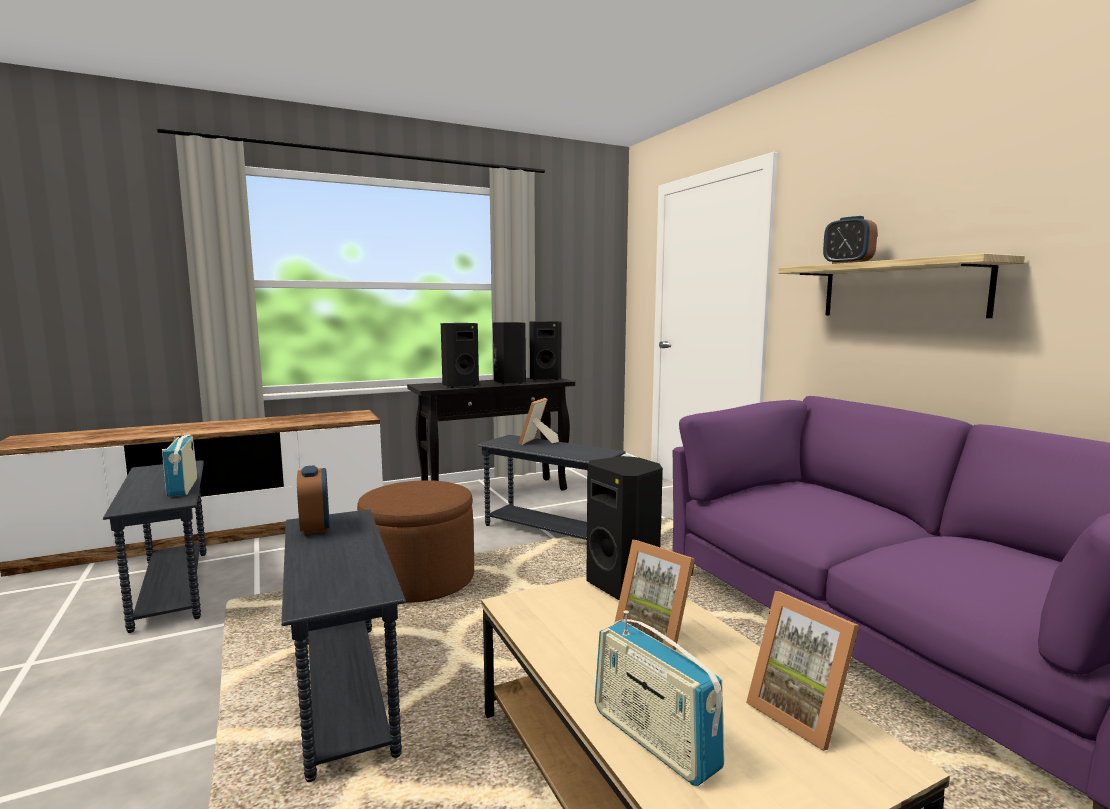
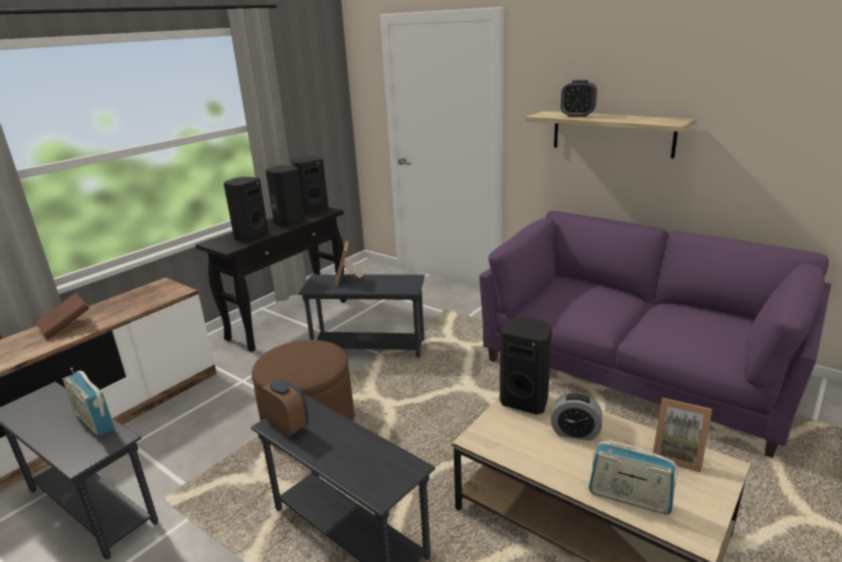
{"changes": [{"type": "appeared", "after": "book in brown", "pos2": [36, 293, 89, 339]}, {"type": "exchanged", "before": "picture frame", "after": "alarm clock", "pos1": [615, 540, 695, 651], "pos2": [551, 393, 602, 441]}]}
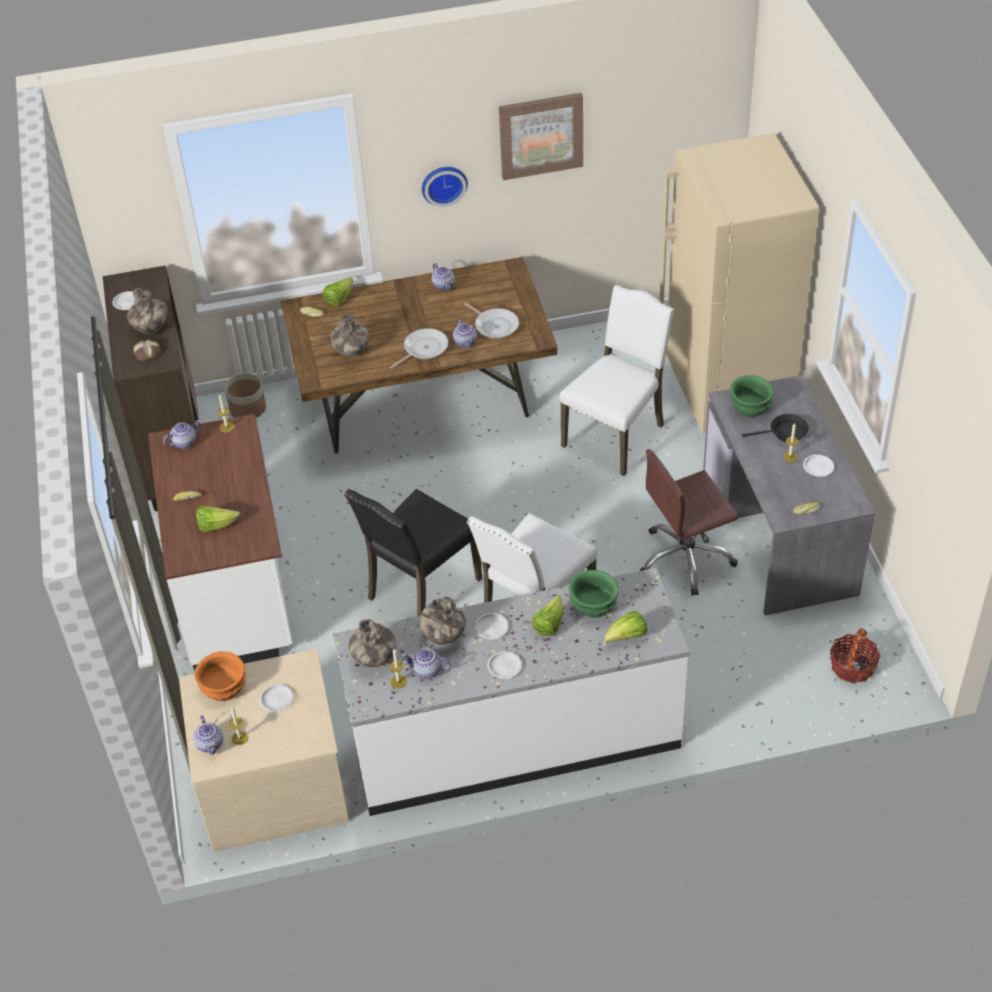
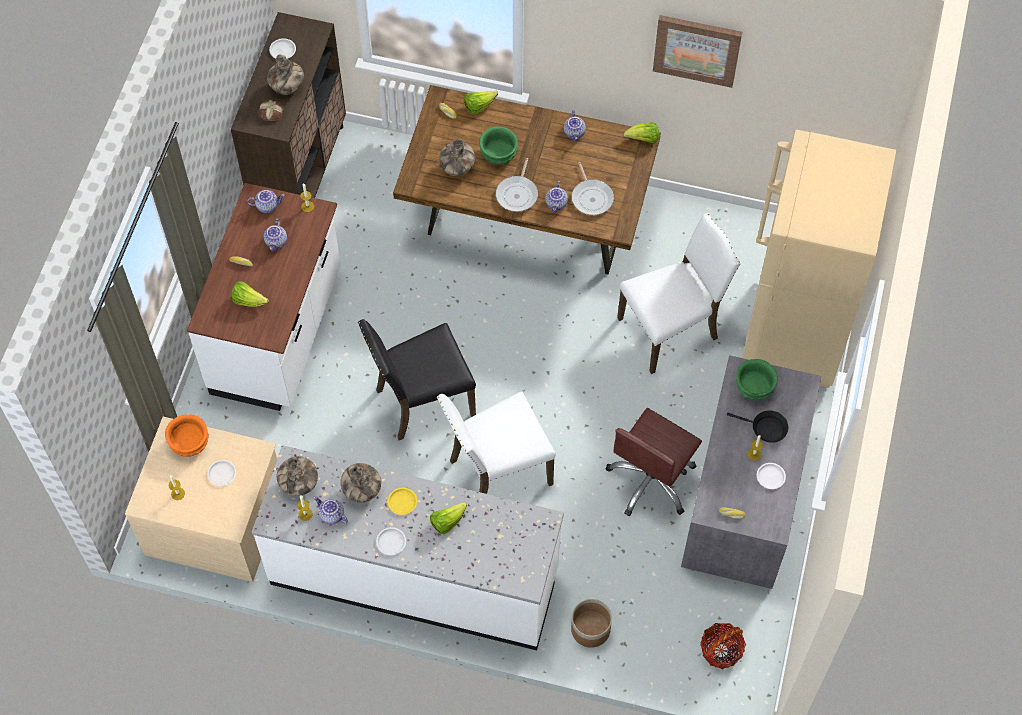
{"changes": [{"type": "missing", "before": "wall clock", "pos1": [422, 167, 468, 207]}, {"type": "relocated", "before": "teapot", "pos1": [193, 715, 223, 755], "pos2": [264, 218, 287, 251]}, {"type": "relocated", "before": "planter", "pos1": [225, 373, 266, 418], "pos2": [571, 599, 612, 648]}, {"type": "relocated", "before": "bowl in green", "pos1": [569, 570, 618, 618], "pos2": [479, 126, 518, 165]}, {"type": "relocated", "before": "lettuce", "pos1": [604, 611, 647, 643], "pos2": [623, 122, 659, 143]}, {"type": "colour", "before": "plate in white", "after": "plate in yellow", "pos1": [475, 613, 509, 639], "pos2": [388, 488, 417, 515]}, {"type": "spun", "before": "frying pan", "pos1": [390, 328, 448, 369], "pos2": [496, 158, 538, 212], "turn": 120}, {"type": "spun", "before": "office chair in brown", "pos1": [640, 449, 738, 596], "pos2": [606, 408, 702, 516], "turn": -60}]}
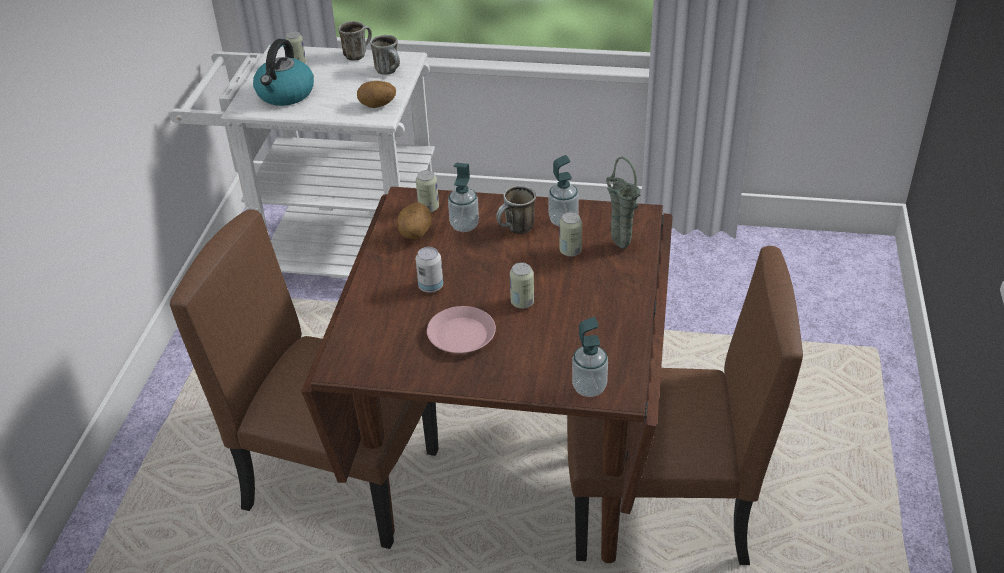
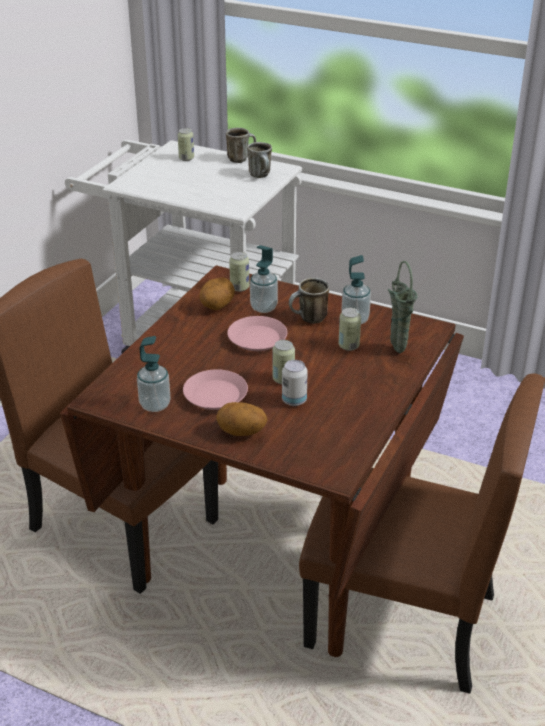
{"changes": [{"type": "missing", "before": "kettle", "pos1": [253, 39, 314, 106]}, {"type": "appeared", "after": "plate in pink", "pos2": [227, 316, 287, 351]}, {"type": "relocated", "before": "potato", "pos1": [357, 81, 396, 108], "pos2": [216, 402, 268, 436]}, {"type": "relocated", "before": "can", "pos1": [416, 247, 443, 293], "pos2": [282, 360, 308, 406]}, {"type": "relocated", "before": "soap dispenser", "pos1": [572, 317, 608, 397], "pos2": [137, 336, 170, 412]}]}
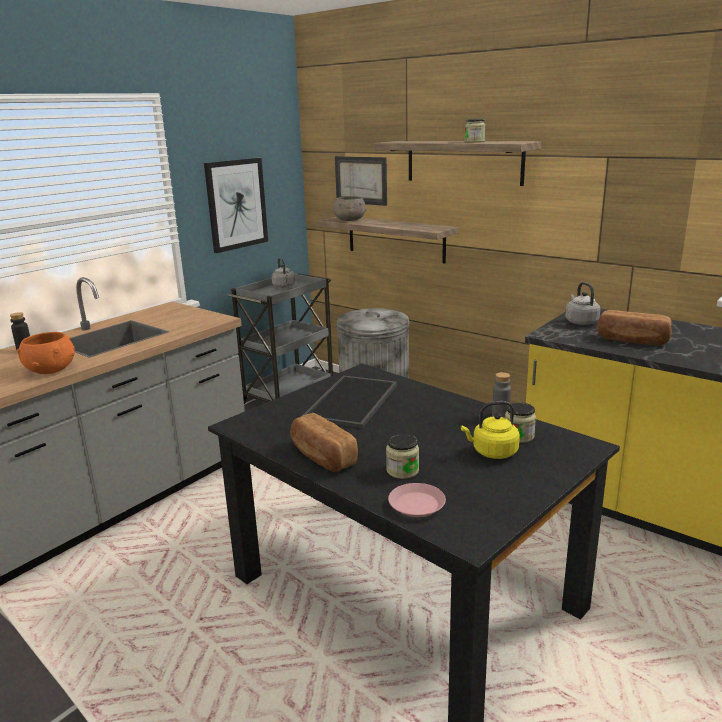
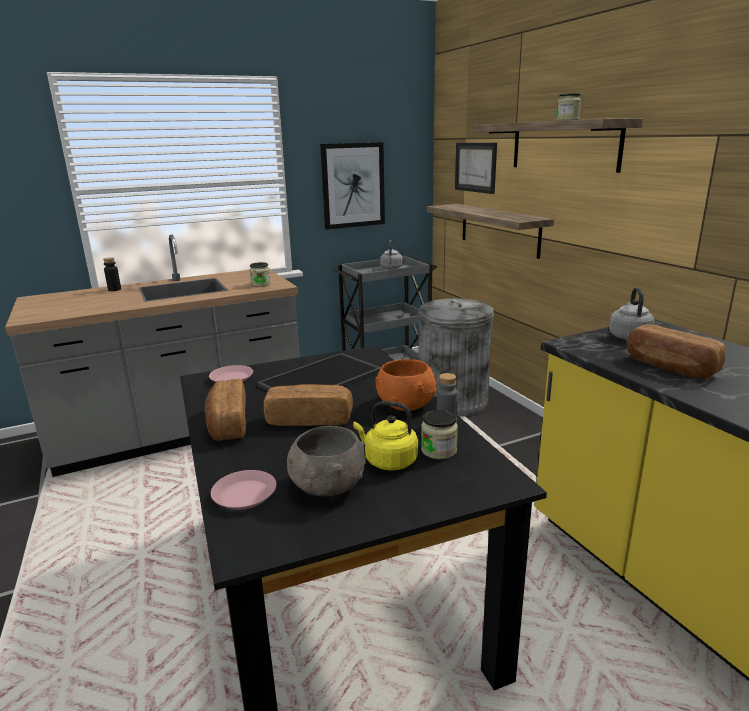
{"changes": [{"type": "appeared", "after": "plate in pink", "pos2": [209, 365, 253, 382]}, {"type": "appeared", "after": "bread", "pos2": [264, 384, 353, 426]}, {"type": "relocated", "before": "bowl in orange", "pos1": [17, 332, 75, 374], "pos2": [375, 359, 437, 411]}, {"type": "relocated", "before": "bowl in grey", "pos1": [332, 196, 367, 221], "pos2": [287, 426, 366, 496]}, {"type": "relocated", "before": "jar", "pos1": [386, 434, 419, 479], "pos2": [249, 262, 271, 287]}]}
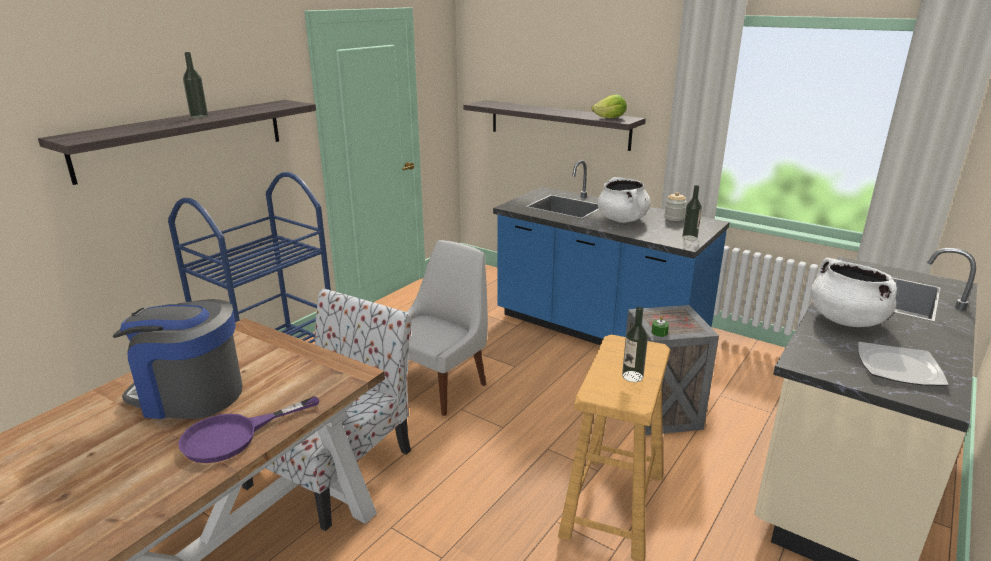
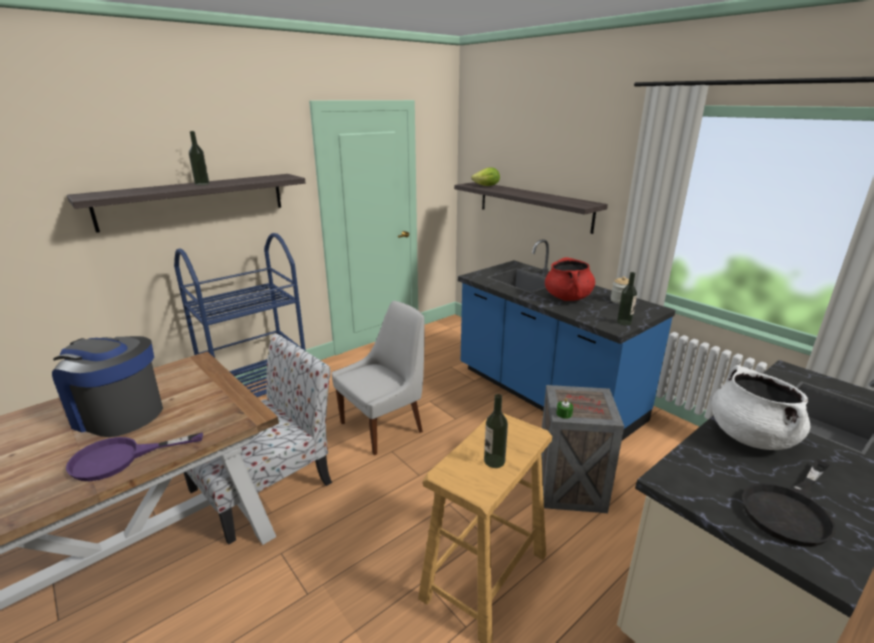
{"changes": [{"type": "relocated", "before": "lettuce", "pos1": [592, 95, 627, 118], "pos2": [471, 167, 500, 186]}, {"type": "exchanged", "before": "plate", "after": "frying pan in black", "pos1": [858, 342, 948, 386], "pos2": [742, 459, 836, 547]}, {"type": "colour", "before": "cooking pot in white", "after": "cooking pot in red", "pos1": [597, 177, 650, 223], "pos2": [545, 257, 595, 301]}]}
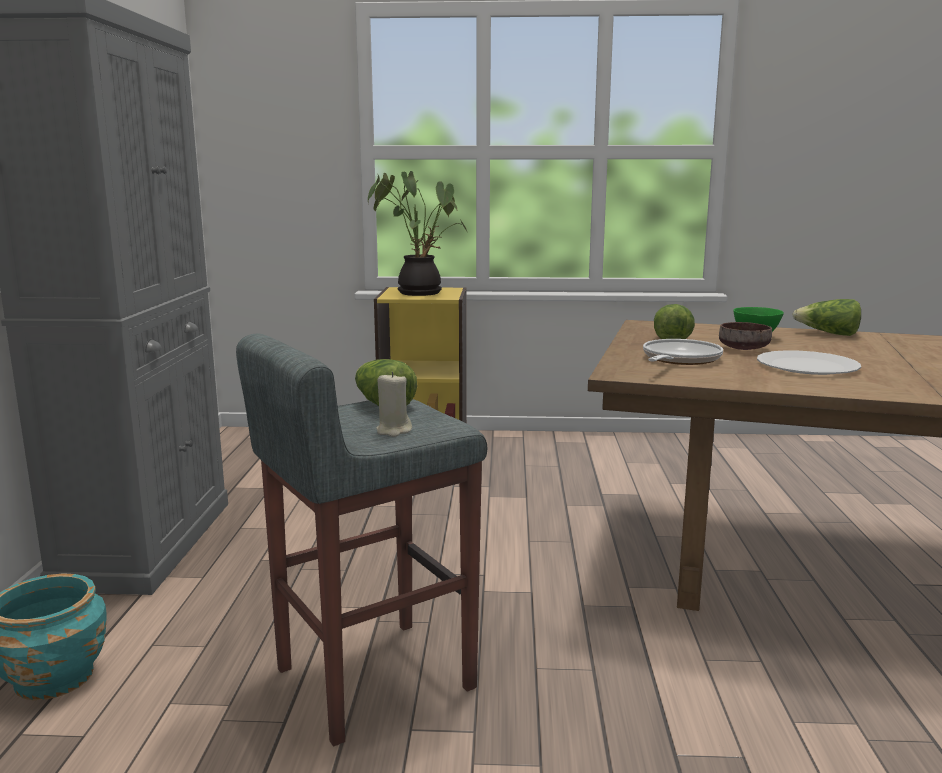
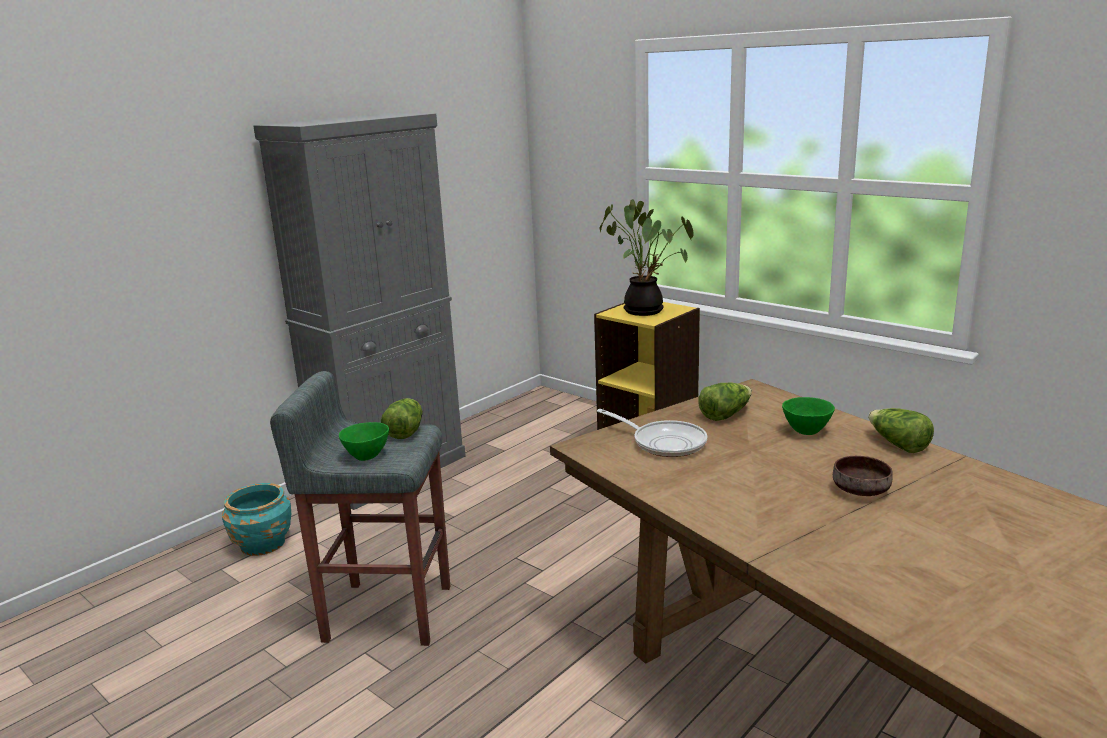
{"changes": [{"type": "missing", "before": "plate in white", "pos1": [757, 350, 861, 375]}, {"type": "relocated", "before": "bowl in brown", "pos1": [719, 322, 772, 350], "pos2": [833, 456, 893, 496]}, {"type": "exchanged", "before": "candle in beige", "after": "bowl in green", "pos1": [376, 372, 412, 437], "pos2": [339, 422, 389, 461]}, {"type": "spun", "before": "frying pan", "pos1": [643, 339, 723, 365], "pos2": [597, 409, 707, 457], "turn": 60}]}
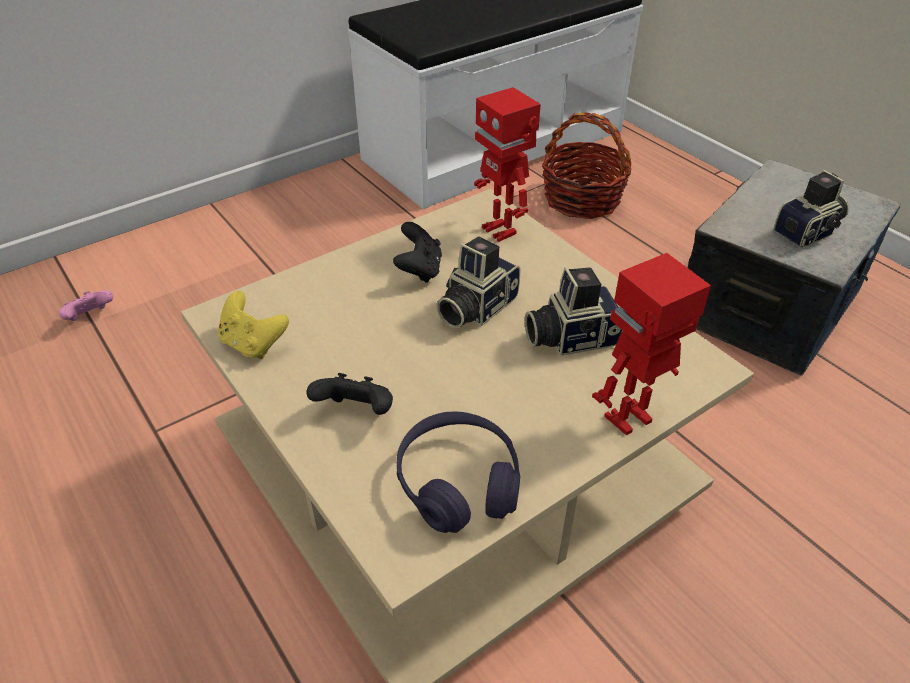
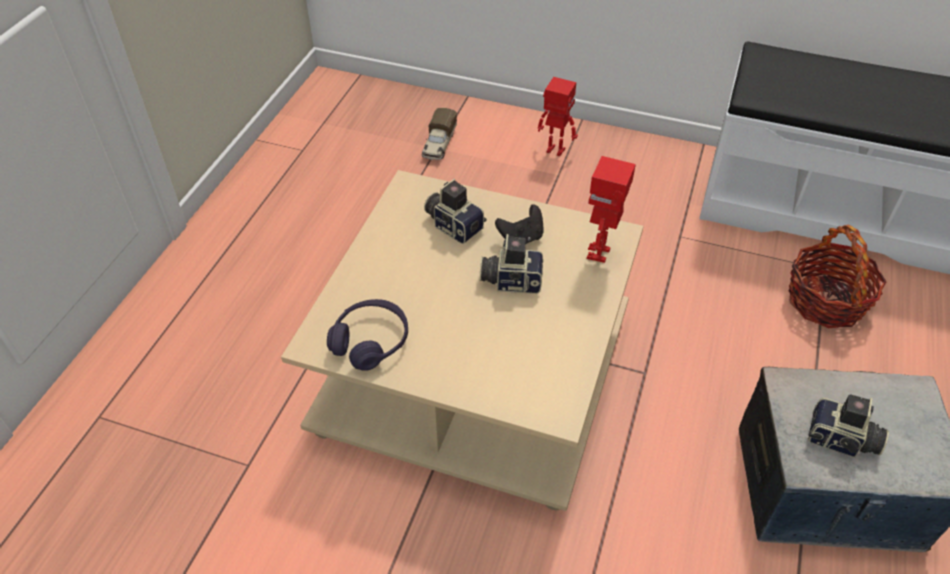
{"changes": [{"type": "missing", "before": "game controller in yellow", "pos1": [218, 291, 289, 359]}, {"type": "missing", "before": "game controller in black", "pos1": [306, 373, 393, 415]}, {"type": "relocated", "before": "photo camera", "pos1": [524, 267, 623, 356], "pos2": [424, 179, 486, 244]}, {"type": "relocated", "before": "toy robot", "pos1": [592, 253, 711, 435], "pos2": [538, 77, 578, 156]}, {"type": "exchanged", "before": "game controller in pink", "after": "toy truck", "pos1": [58, 290, 113, 321], "pos2": [421, 108, 457, 160]}]}
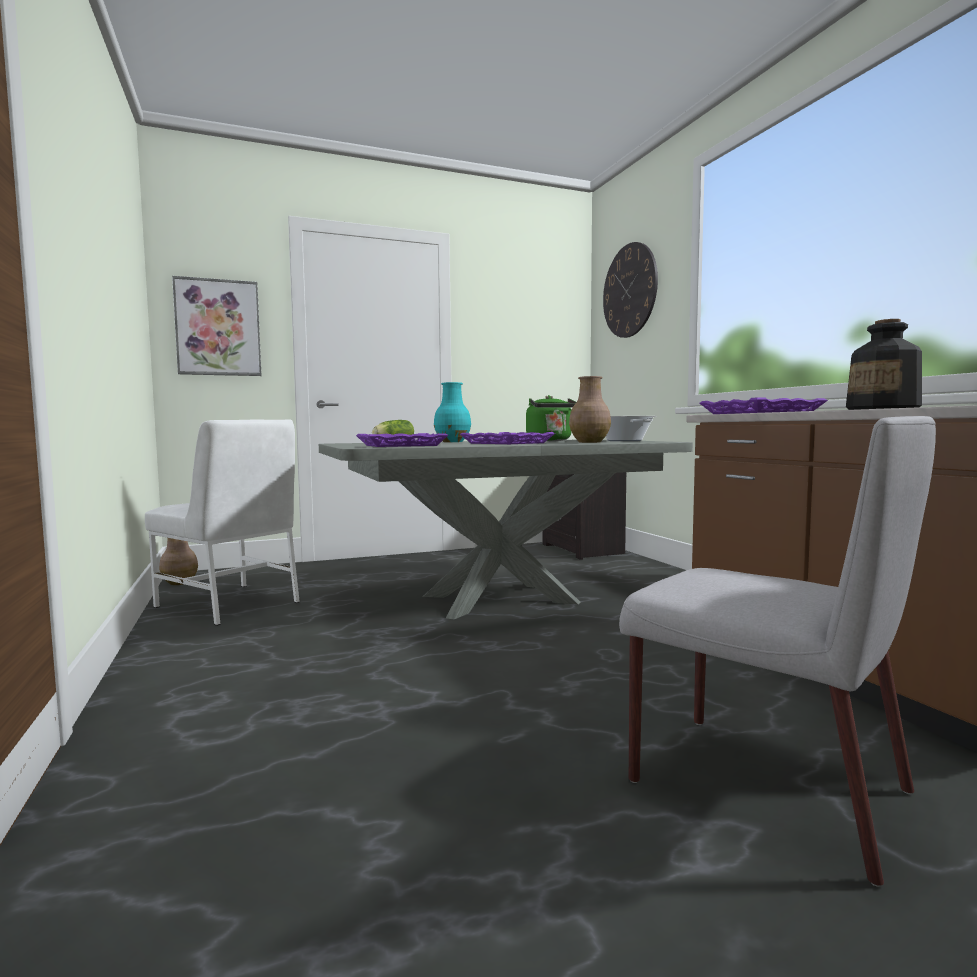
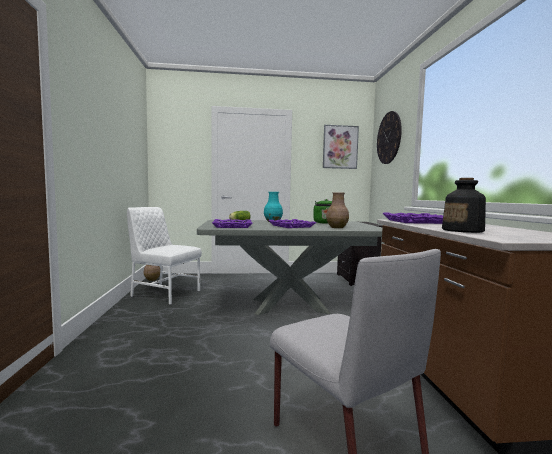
{"changes": [{"type": "missing", "before": "cooking pot", "pos1": [606, 416, 657, 441]}, {"type": "relocated", "before": "picture", "pos1": [172, 276, 261, 376], "pos2": [323, 125, 359, 169]}, {"type": "spun", "before": "chair in white", "pos1": [145, 419, 300, 626], "pos2": [127, 207, 202, 305], "turn": 150}]}
